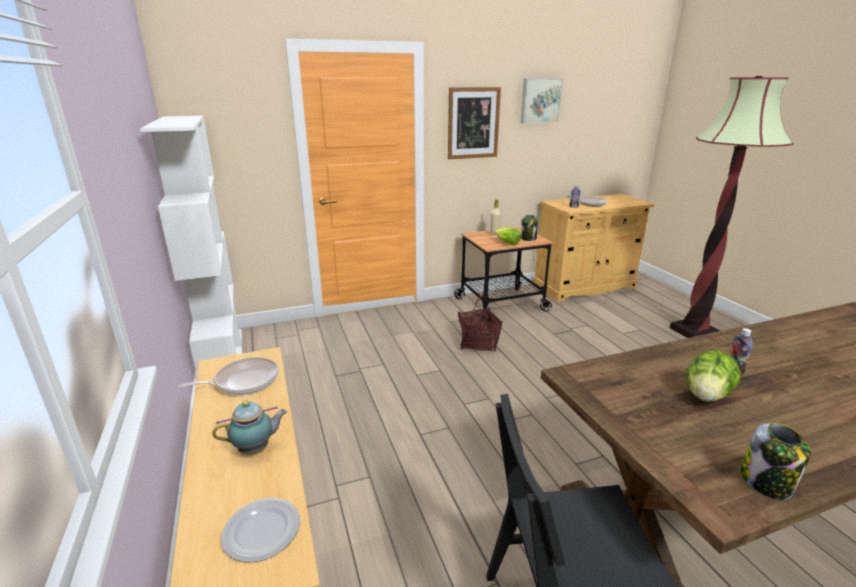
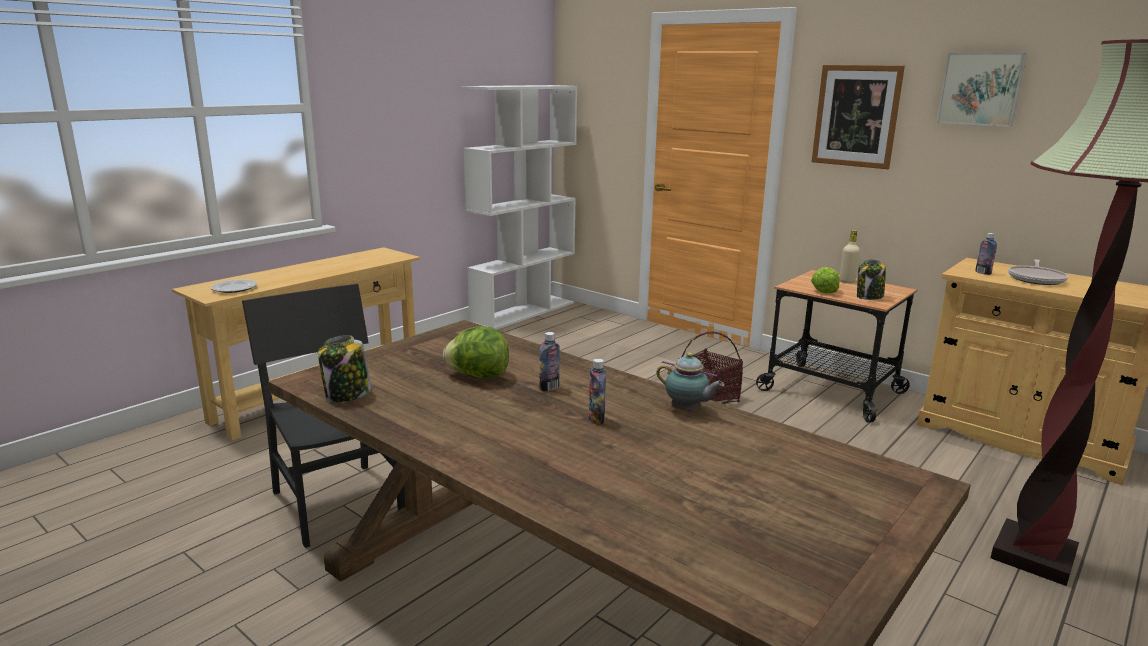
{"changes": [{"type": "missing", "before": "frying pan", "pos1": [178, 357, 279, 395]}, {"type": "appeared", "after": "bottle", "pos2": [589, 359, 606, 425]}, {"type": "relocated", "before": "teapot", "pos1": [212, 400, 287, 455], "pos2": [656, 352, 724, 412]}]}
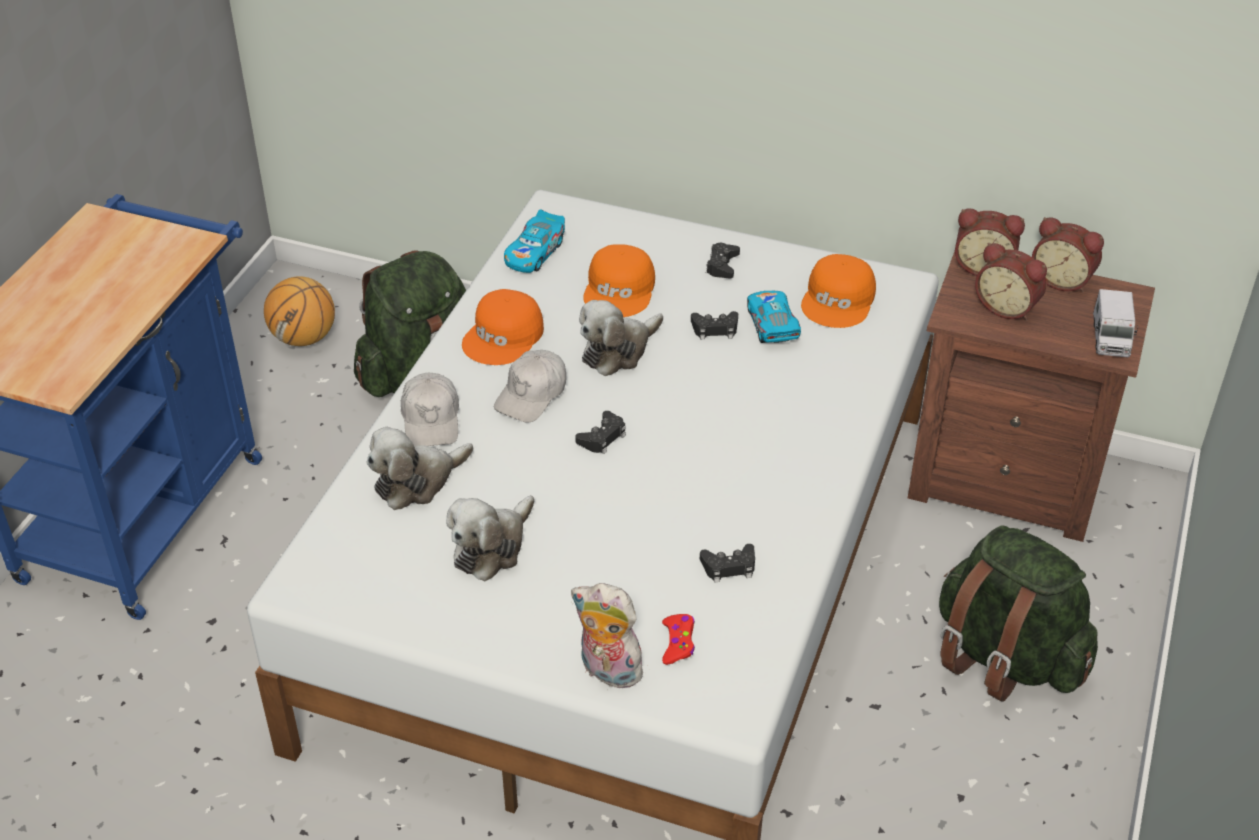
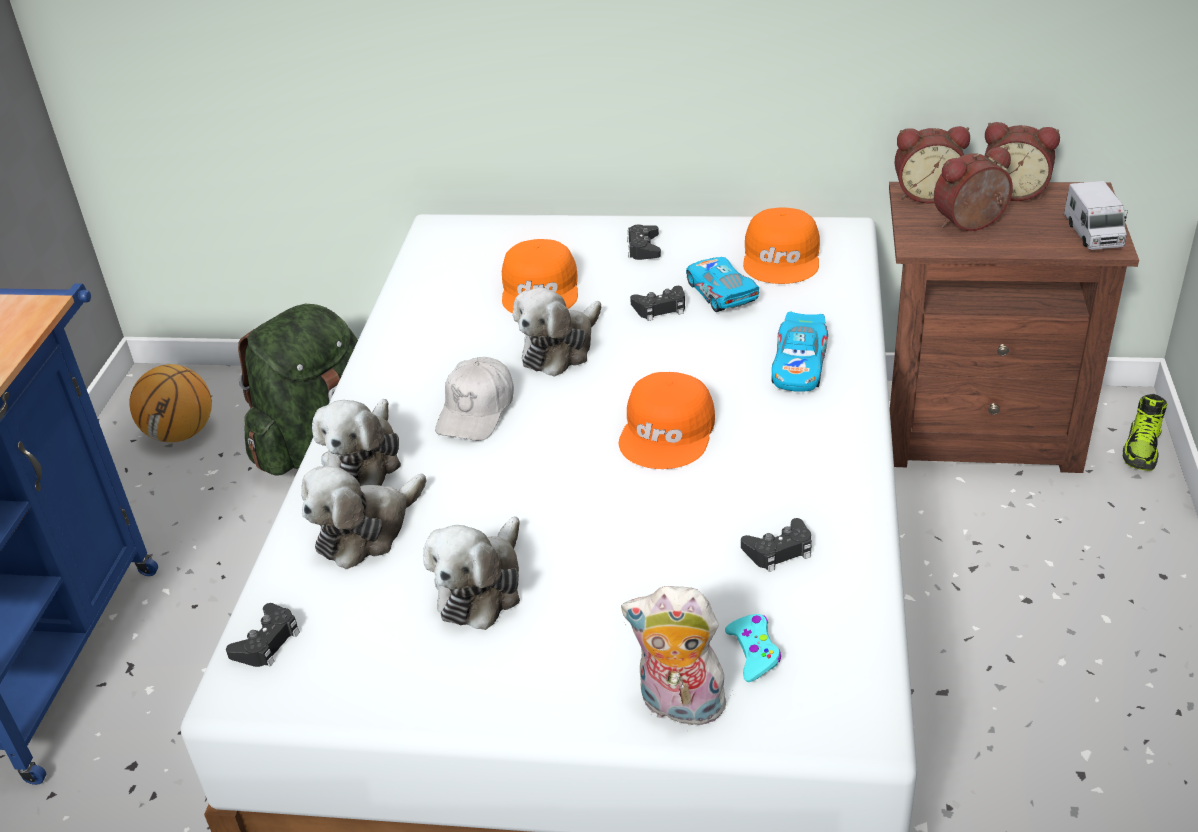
{"changes": [{"type": "missing", "before": "backpack in green", "pos1": [939, 525, 1098, 702]}, {"type": "appeared", "after": "shoe", "pos2": [1123, 394, 1167, 471]}, {"type": "relocated", "before": "cap in orange", "pos1": [462, 289, 544, 365], "pos2": [619, 372, 715, 469]}, {"type": "relocated", "before": "toy car", "pos1": [504, 210, 565, 273], "pos2": [772, 312, 828, 392]}, {"type": "relocated", "before": "game controller in black", "pos1": [575, 411, 626, 454], "pos2": [226, 603, 300, 667]}, {"type": "exchanged", "before": "cap in white", "after": "plush toy", "pos1": [401, 373, 459, 446], "pos2": [312, 399, 401, 486]}, {"type": "colour", "before": "game controller in red", "after": "game controller in turquoise", "pos1": [662, 614, 695, 665], "pos2": [725, 614, 781, 682]}, {"type": "spun", "before": "alarm clock", "pos1": [975, 243, 1047, 321], "pos2": [934, 147, 1013, 231], "turn": 135}]}
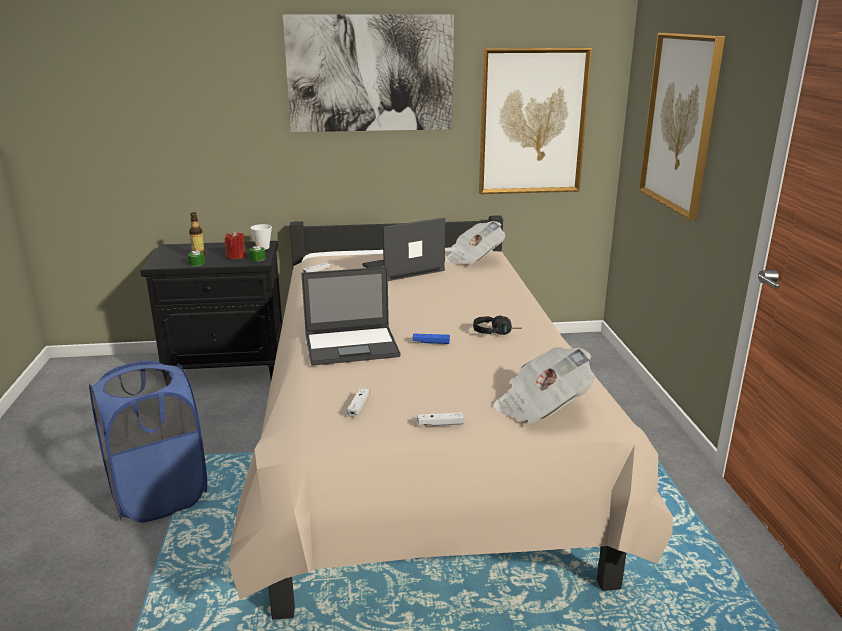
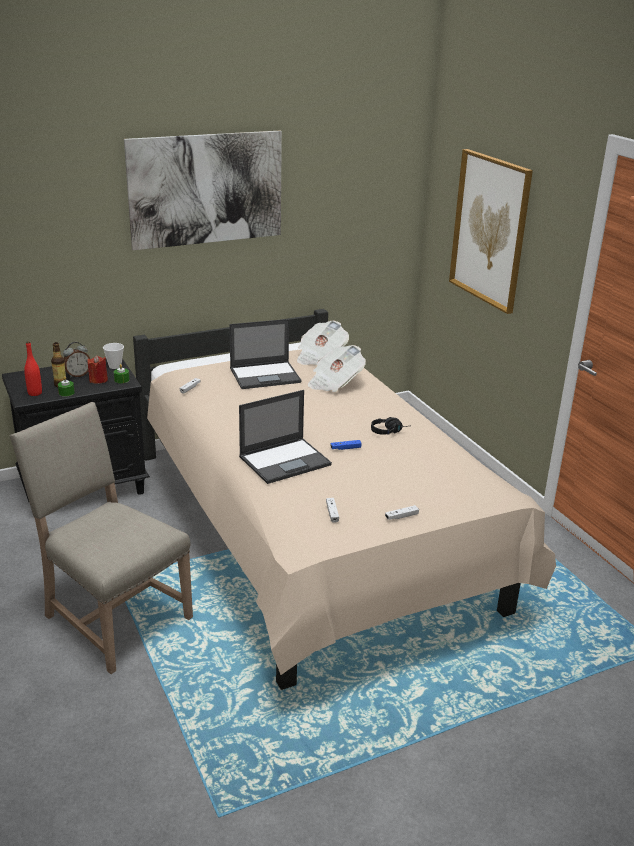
{"changes": [{"type": "missing", "before": "picture", "pos1": [479, 48, 592, 194]}, {"type": "appeared", "after": "bottle in red", "pos2": [24, 341, 42, 396]}, {"type": "appeared", "after": "alarm clock", "pos2": [63, 342, 90, 378]}, {"type": "relocated", "before": "newspaper", "pos1": [493, 347, 594, 425], "pos2": [307, 345, 366, 392]}, {"type": "exchanged", "before": "laundry basket in blue", "after": "chair in beige", "pos1": [89, 360, 207, 522], "pos2": [10, 402, 193, 674]}, {"type": "spun", "before": "laptop", "pos1": [362, 218, 445, 281], "pos2": [229, 319, 302, 389], "turn": -150}]}
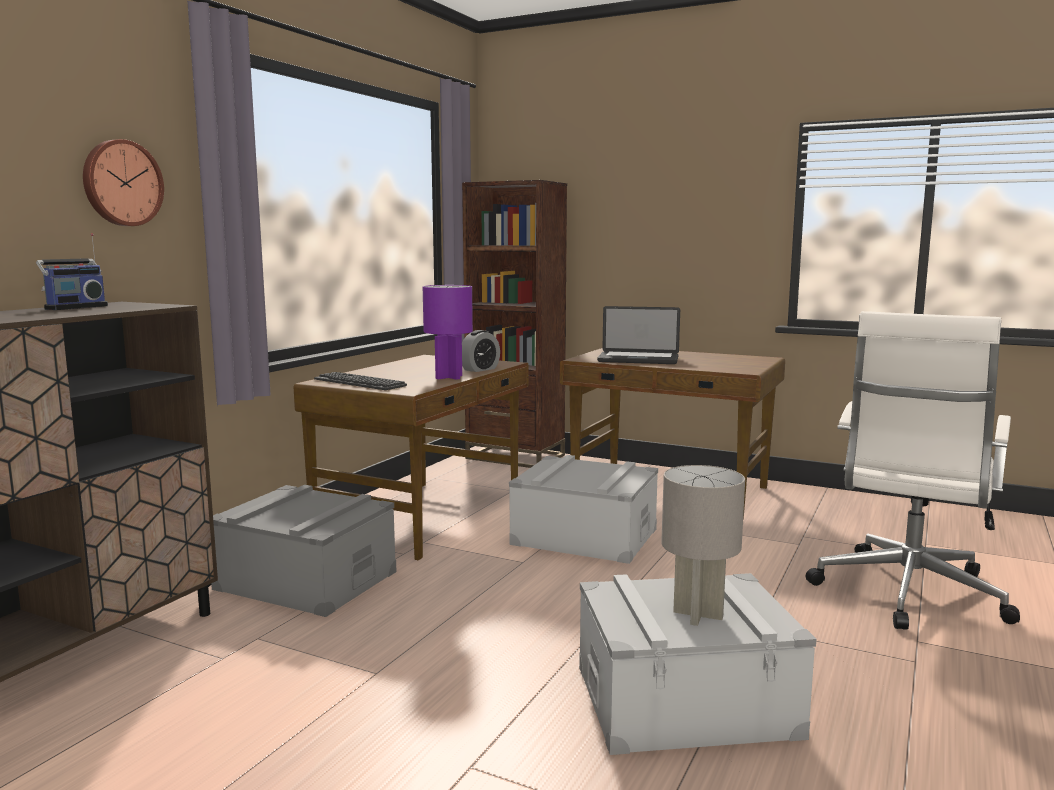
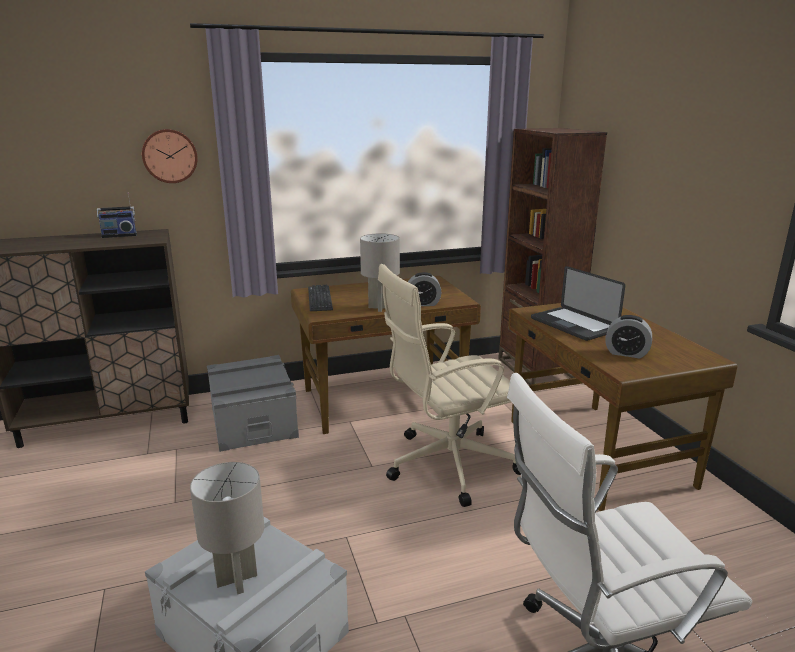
{"changes": [{"type": "appeared", "after": "alarm clock", "pos2": [605, 315, 652, 358]}, {"type": "exchanged", "before": "storage box in grey", "after": "office chair in beige", "pos1": [509, 455, 658, 564], "pos2": [378, 264, 521, 507]}, {"type": "colour", "before": "table lamp in purple", "after": "table lamp in grey", "pos1": [423, 285, 473, 380], "pos2": [360, 233, 400, 312]}]}
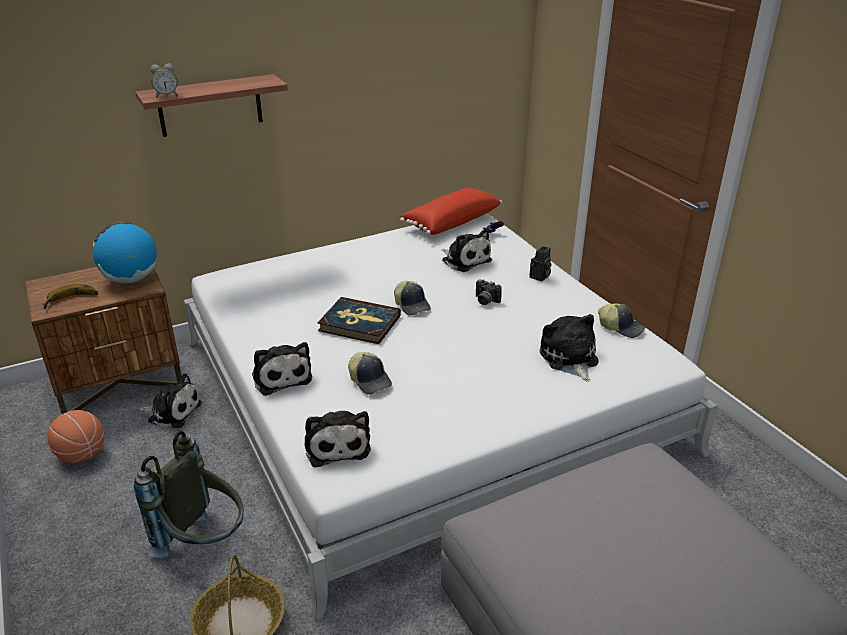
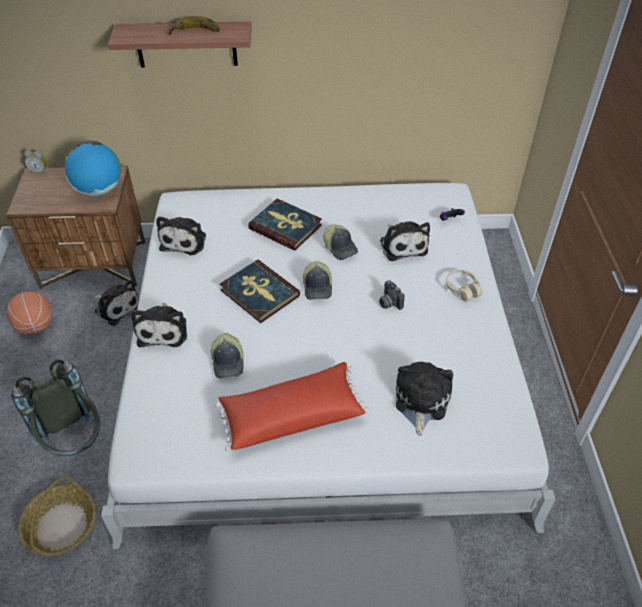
{"changes": [{"type": "appeared", "after": "book", "pos2": [248, 198, 322, 251]}, {"type": "relocated", "before": "banana", "pos1": [43, 284, 98, 309], "pos2": [168, 16, 220, 35]}, {"type": "relocated", "before": "alarm clock", "pos1": [150, 64, 178, 98], "pos2": [24, 150, 47, 174]}, {"type": "relocated", "before": "plush toy", "pos1": [304, 411, 371, 468], "pos2": [156, 216, 206, 255]}, {"type": "relocated", "before": "pillow in red", "pos1": [400, 187, 502, 235], "pos2": [215, 362, 369, 452]}, {"type": "relocated", "before": "cap", "pos1": [598, 303, 645, 338], "pos2": [323, 225, 358, 260]}, {"type": "exchanged", "before": "photo camera", "after": "headphones in beige", "pos1": [529, 246, 551, 282], "pos2": [446, 270, 483, 302]}]}
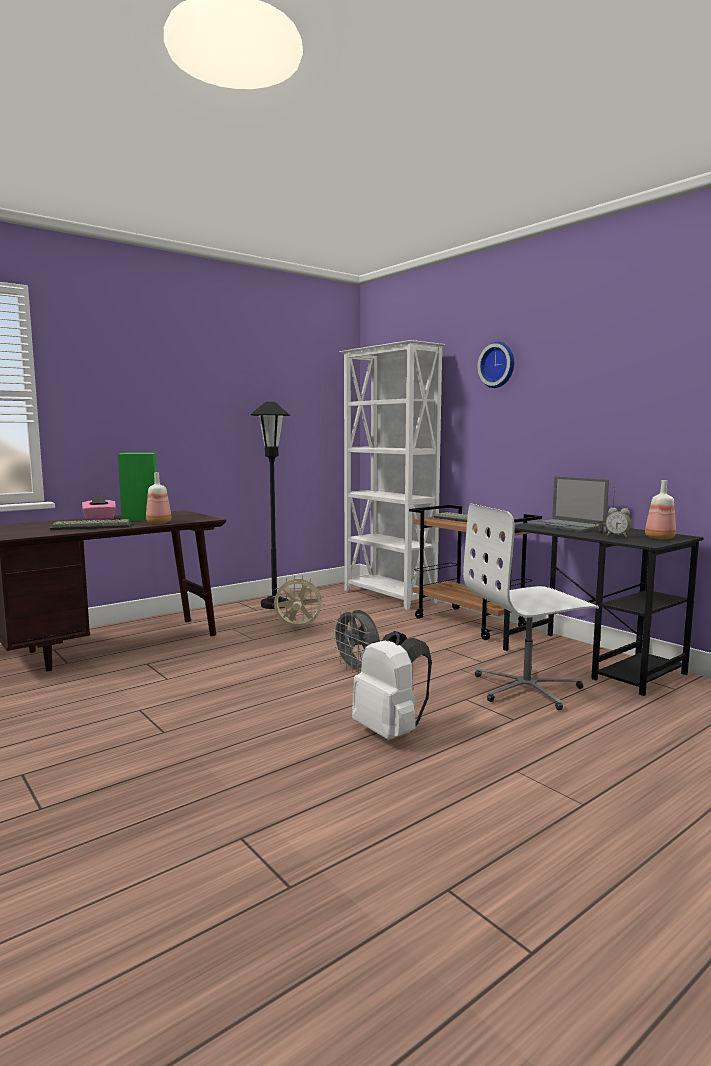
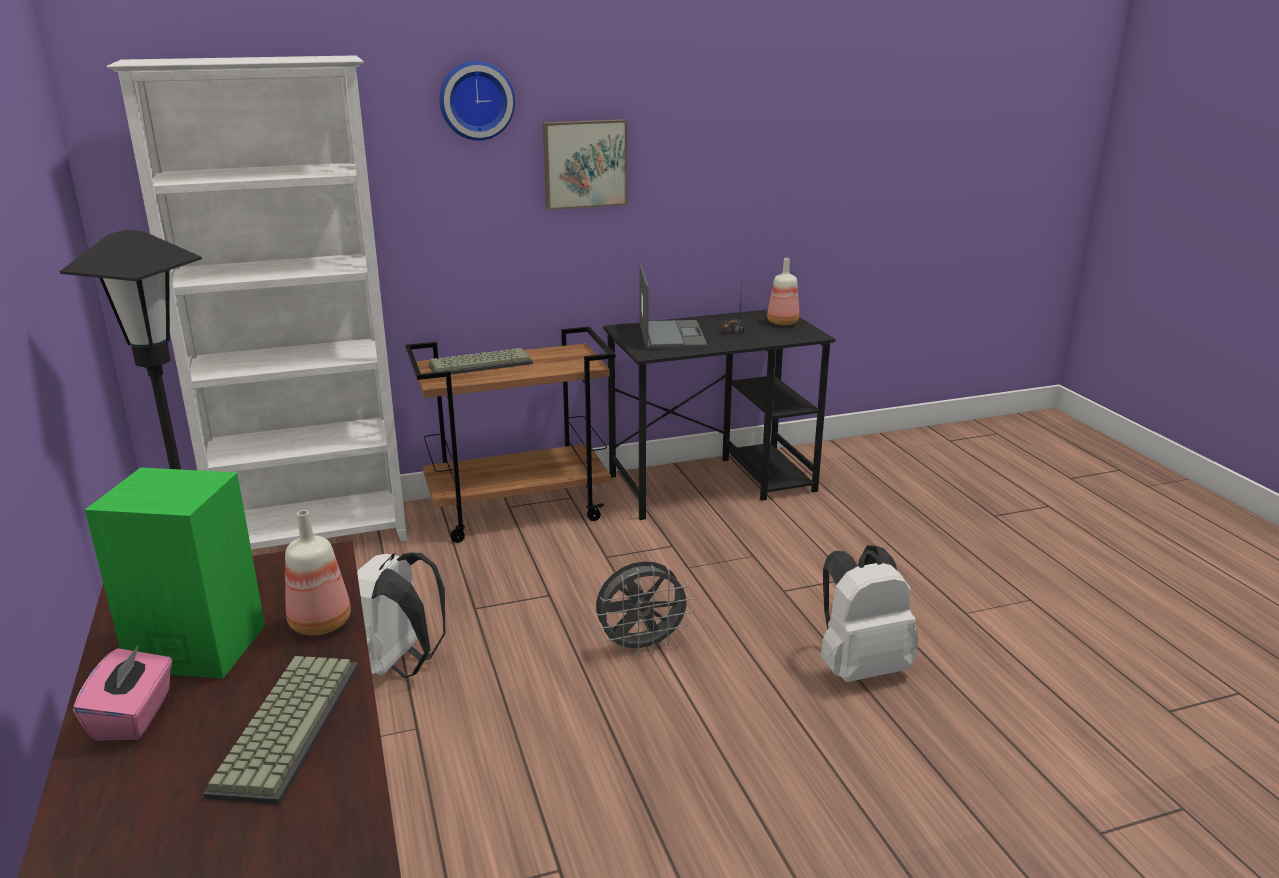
{"changes": [{"type": "missing", "before": "office chair in white", "pos1": [463, 504, 599, 710]}, {"type": "missing", "before": "alarm clock", "pos1": [606, 508, 631, 537]}, {"type": "appeared", "after": "picture", "pos2": [543, 119, 628, 210]}, {"type": "exchanged", "before": "fan in beige", "after": "backpack in white", "pos1": [272, 575, 325, 627], "pos2": [357, 552, 445, 678]}, {"type": "spun", "before": "laptop", "pos1": [527, 476, 609, 532], "pos2": [639, 265, 707, 349], "turn": -75}]}
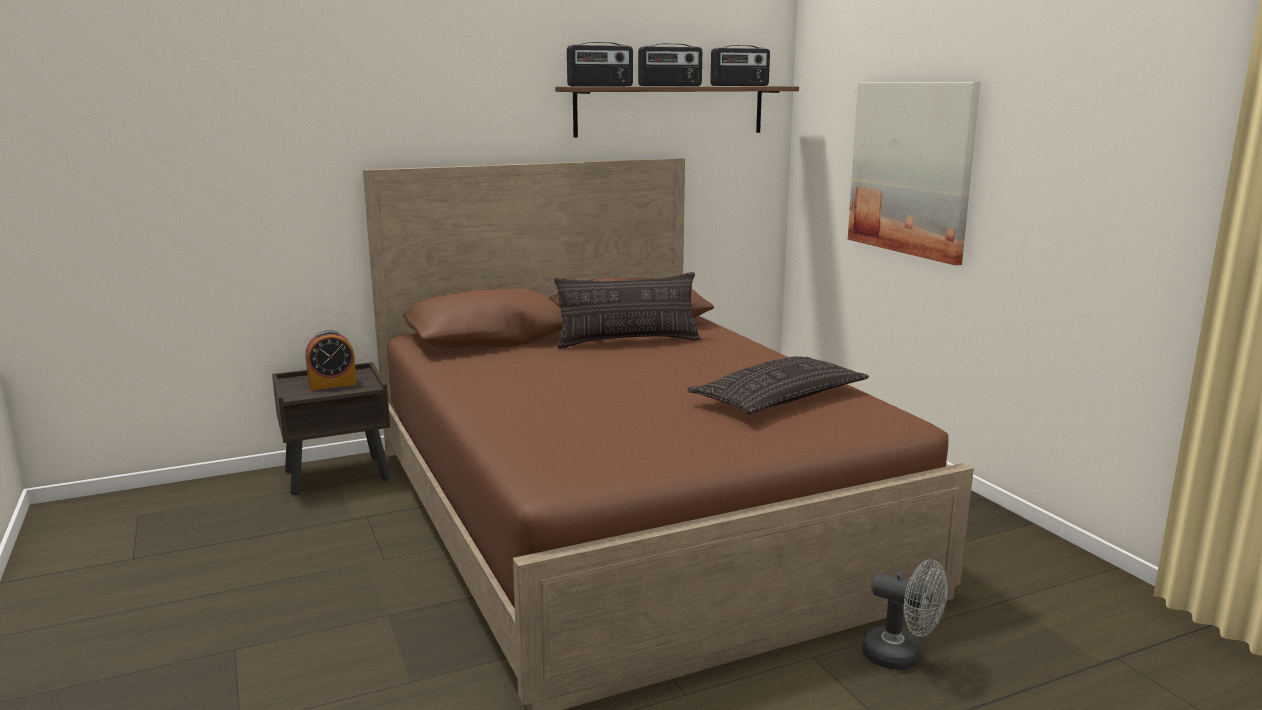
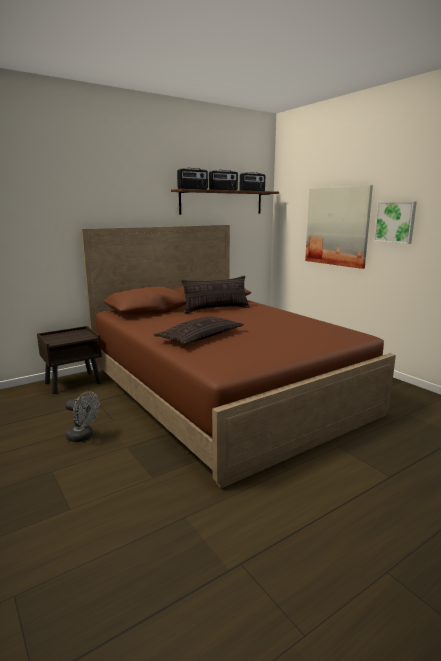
{"changes": [{"type": "missing", "before": "alarm clock", "pos1": [306, 330, 357, 390]}, {"type": "appeared", "after": "picture", "pos2": [374, 201, 417, 244]}, {"type": "relocated", "before": "pillow", "pos1": [687, 356, 869, 414], "pos2": [154, 316, 244, 345]}, {"type": "relocated", "before": "fan in grey", "pos1": [862, 559, 948, 670], "pos2": [65, 391, 100, 442]}]}
